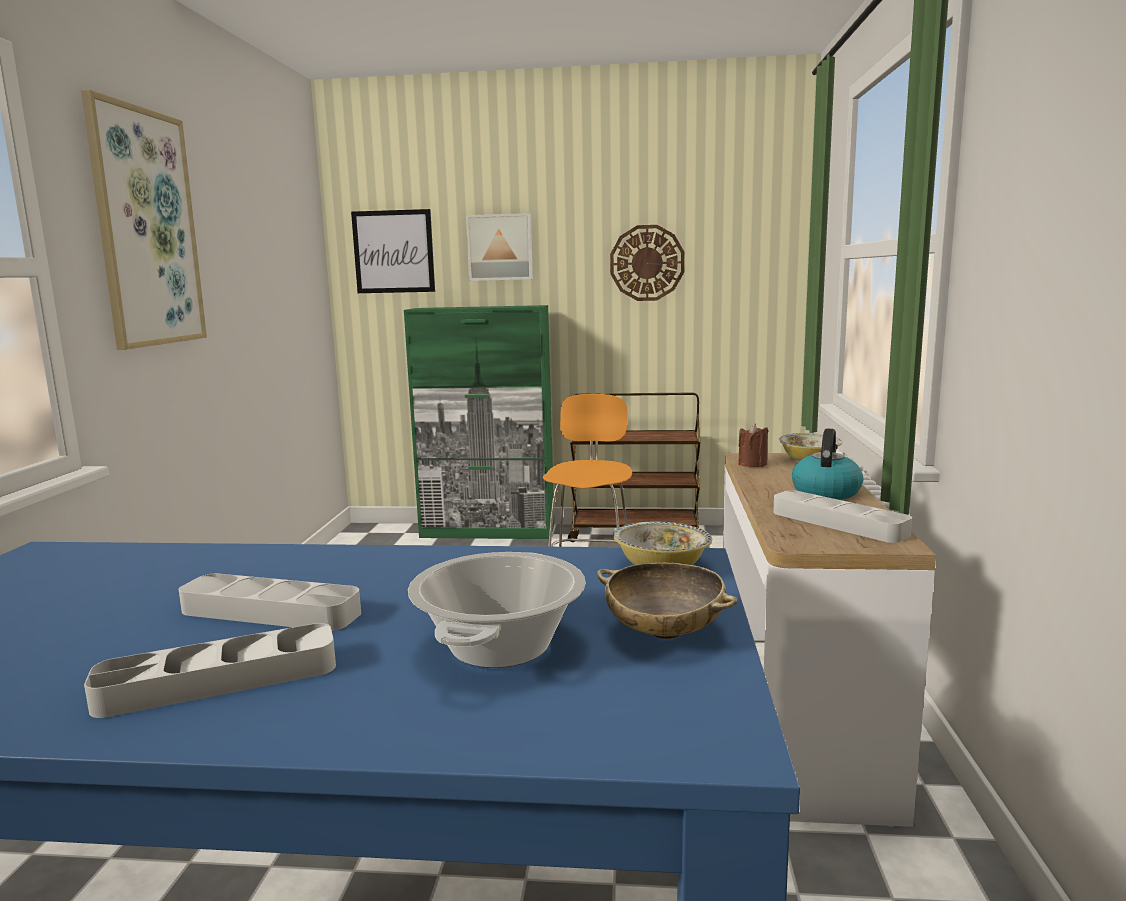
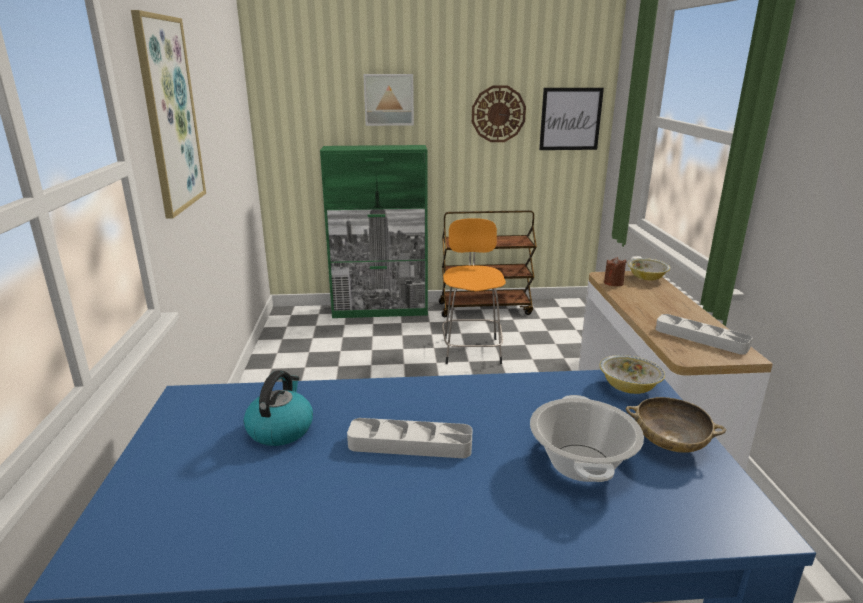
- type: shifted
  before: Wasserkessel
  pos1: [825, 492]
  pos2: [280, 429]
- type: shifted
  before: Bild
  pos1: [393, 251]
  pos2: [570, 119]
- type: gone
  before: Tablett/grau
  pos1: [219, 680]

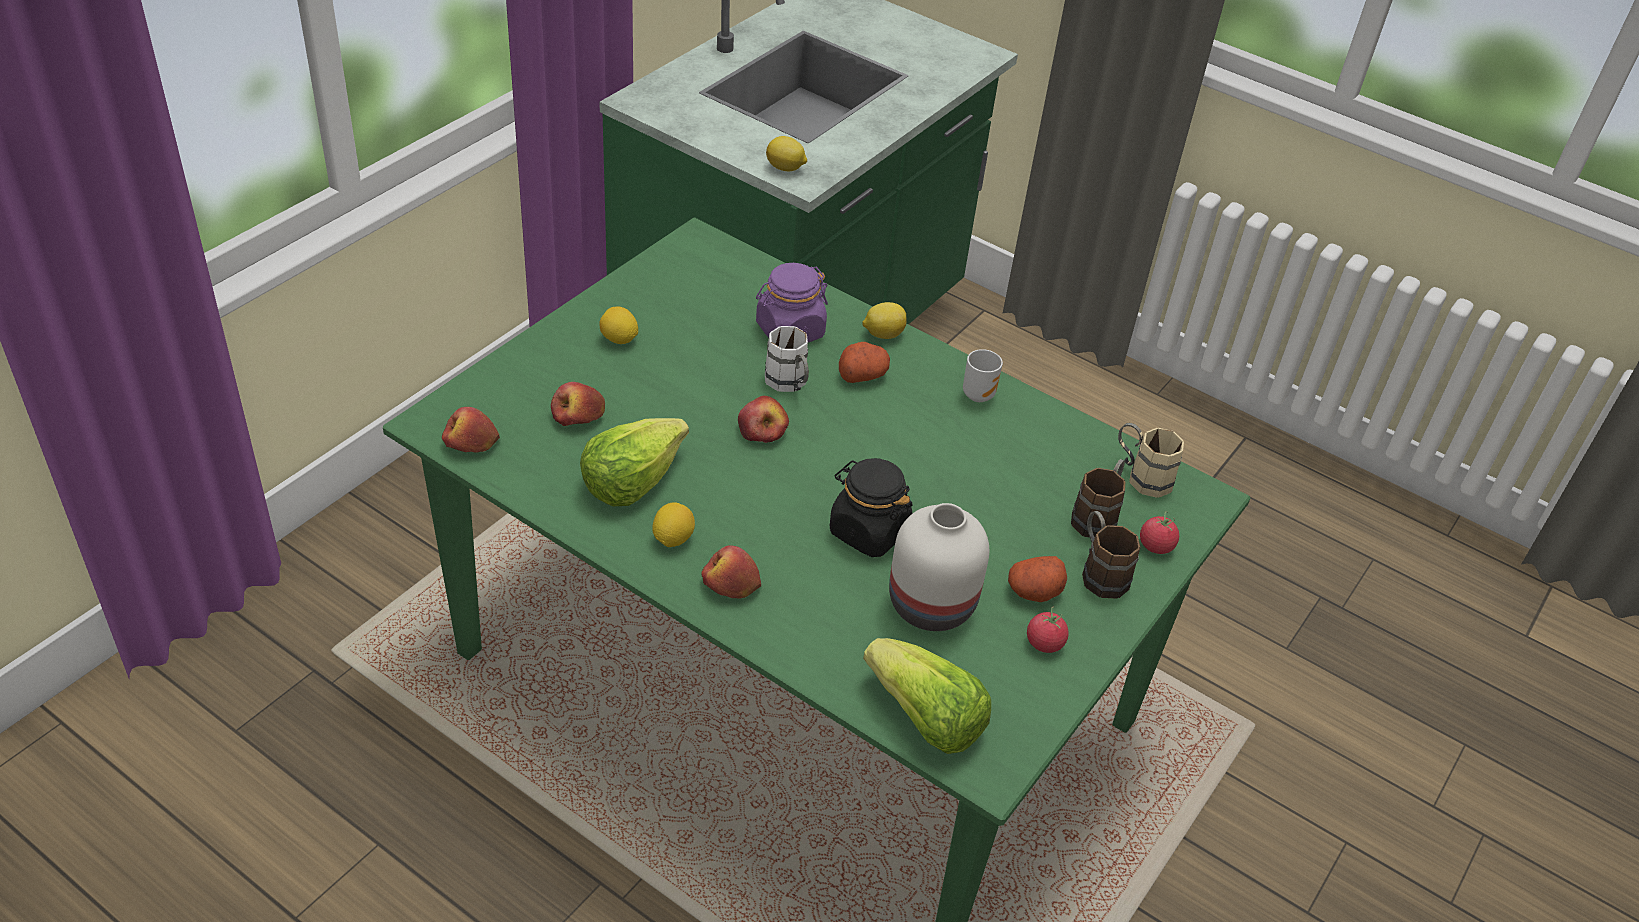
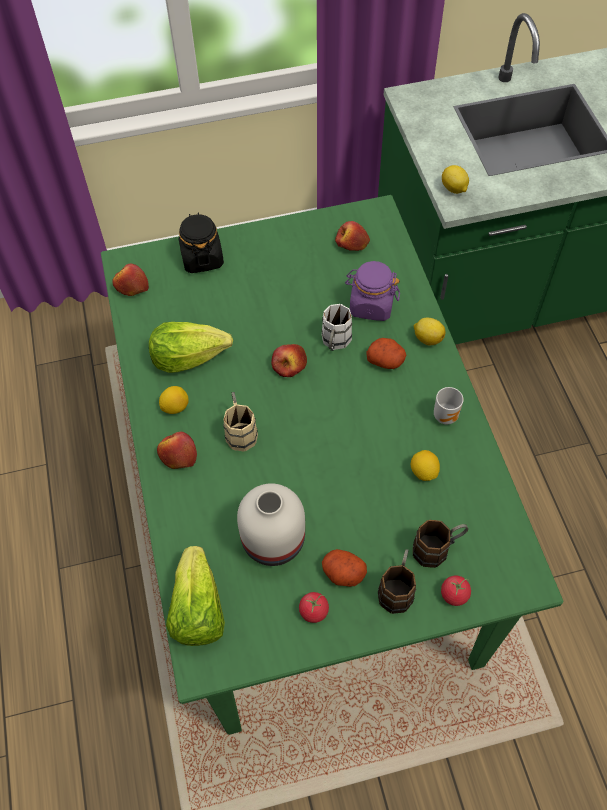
- type: shifted
  before: Vorratsglas/schwarz
  pos1: [868, 531]
  pos2: [202, 258]
- type: shifted
  before: Henkelbecher/beige
  pos1: [1141, 476]
  pos2: [240, 430]
- type: shifted
  before: Apfel
  pos1: [578, 416]
  pos2: [352, 243]
- type: shifted
  before: Zitrone
  pos1: [618, 340]
  pos2: [423, 472]

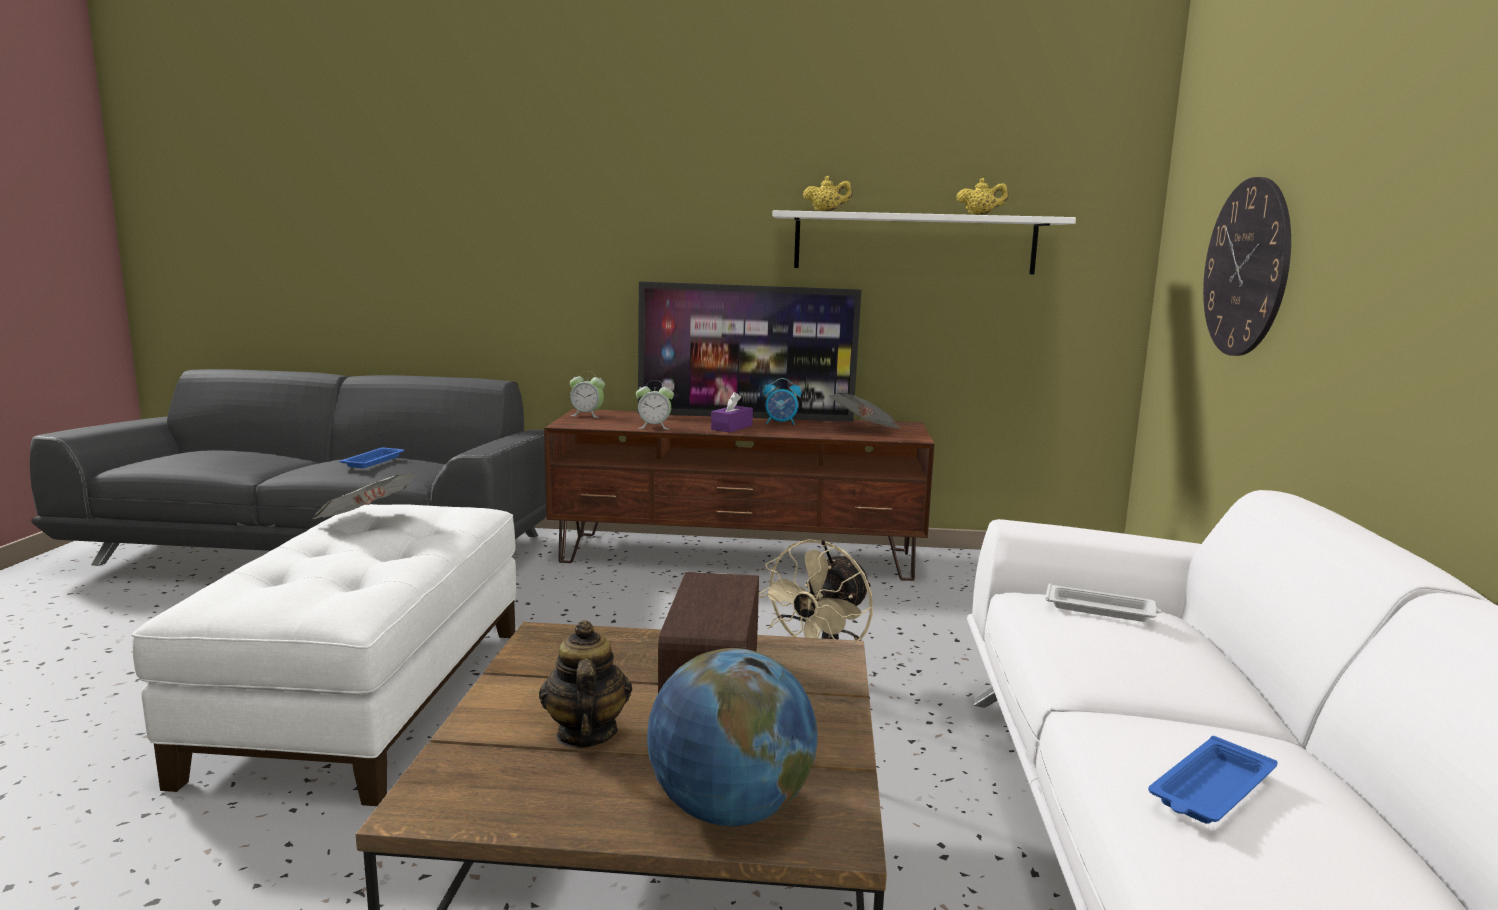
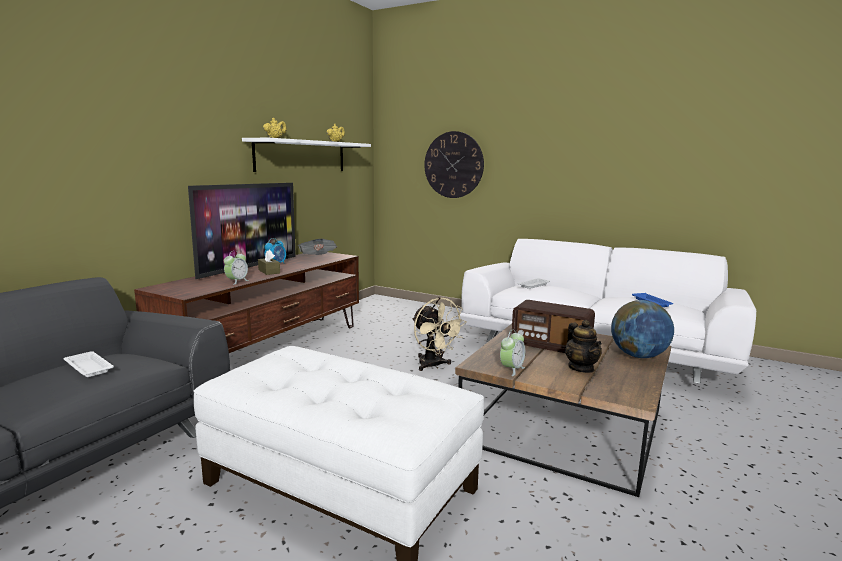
- type: repainted
  before: Tablett/blau
  after: Tablett/weiß
  pos1: [374, 461]
  pos2: [88, 367]
- type: repainted
  before: Taschentuchbox/lila
  after: Taschentuchbox/braun
  pos1: [731, 427]
  pos2: [269, 271]
- type: shifted
  before: Wecker
  pos1: [587, 415]
  pos2: [511, 369]
- type: rotated
  before: Teekanne
  pos1: [585, 734]
  pos2: [581, 368]
  turn: -120
- type: gone
  before: Zeitung
  pos1: [365, 522]

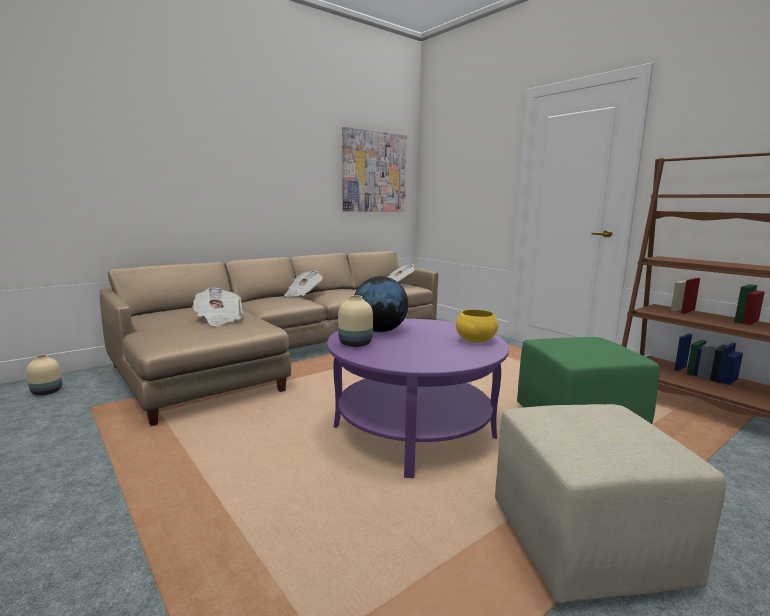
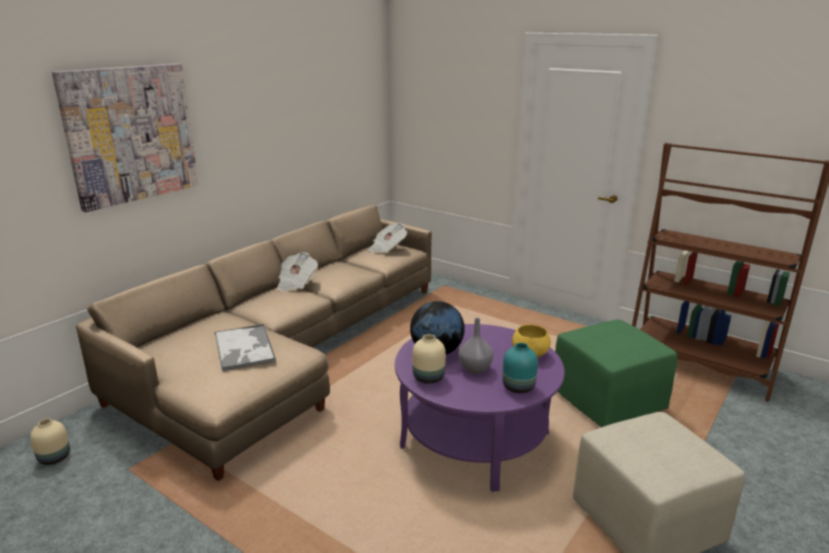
- type: shifted
  before: Bild
  pos1: [374, 172]
  pos2: [131, 134]
- type: swapped
  before: Zeitung
  after: Tablett
  pos1: [218, 319]
  pos2: [244, 348]
- type: new
  after: Vase/grau
  pos2: [475, 368]
- type: new
  after: Vase/türkis
  pos2: [517, 387]

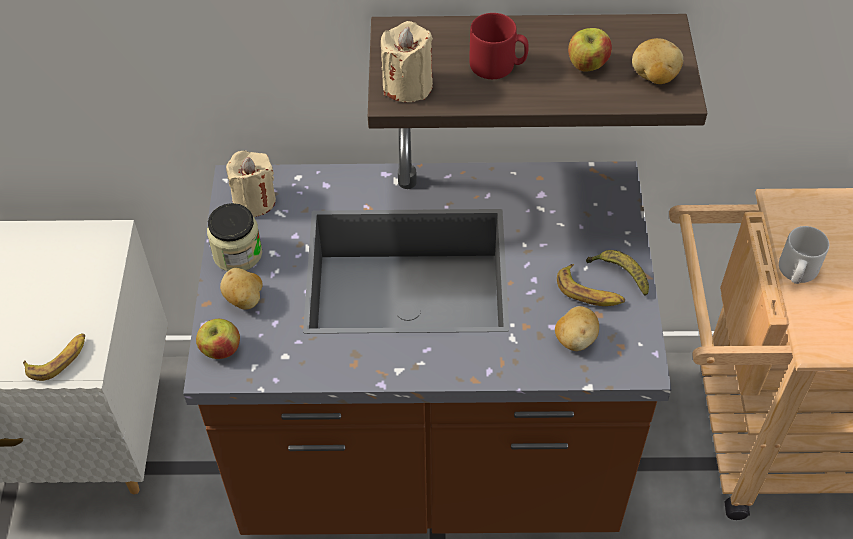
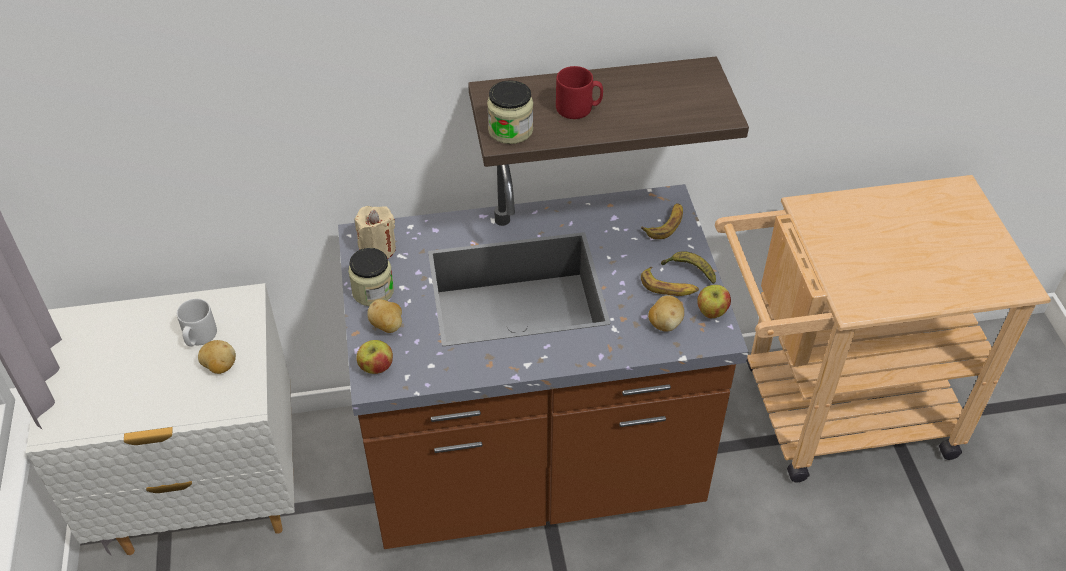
- type: shifted
  before: Henkelbecher/grau
  pos1: [796, 272]
  pos2: [199, 337]
- type: shifted
  before: Kartoffel
  pos1: [654, 77]
  pos2: [219, 366]
- type: swapped
  before: Kerze/beige
  after: Vorratsglas
  pos1: [407, 85]
  pos2: [510, 130]
- type: shifted
  before: Banane
  pos1: [59, 359]
  pos2: [665, 224]
- type: shifted
  before: Apfel
  pos1: [587, 65]
  pos2: [712, 312]

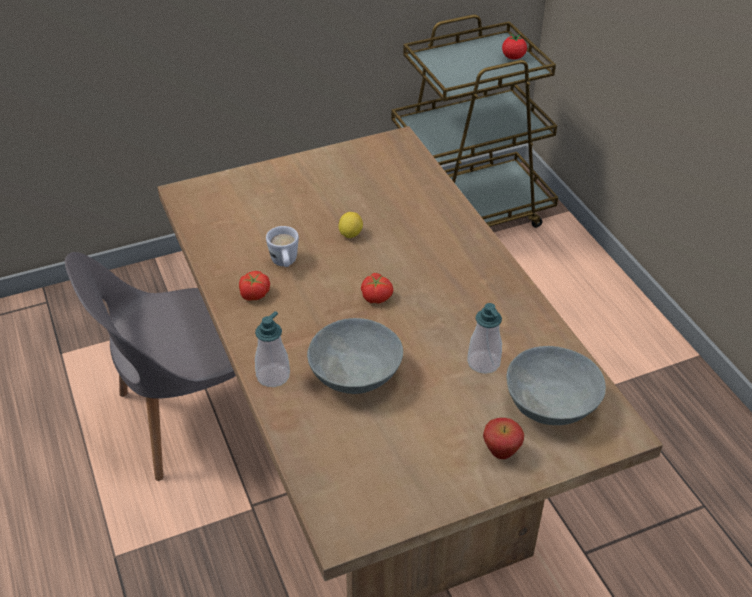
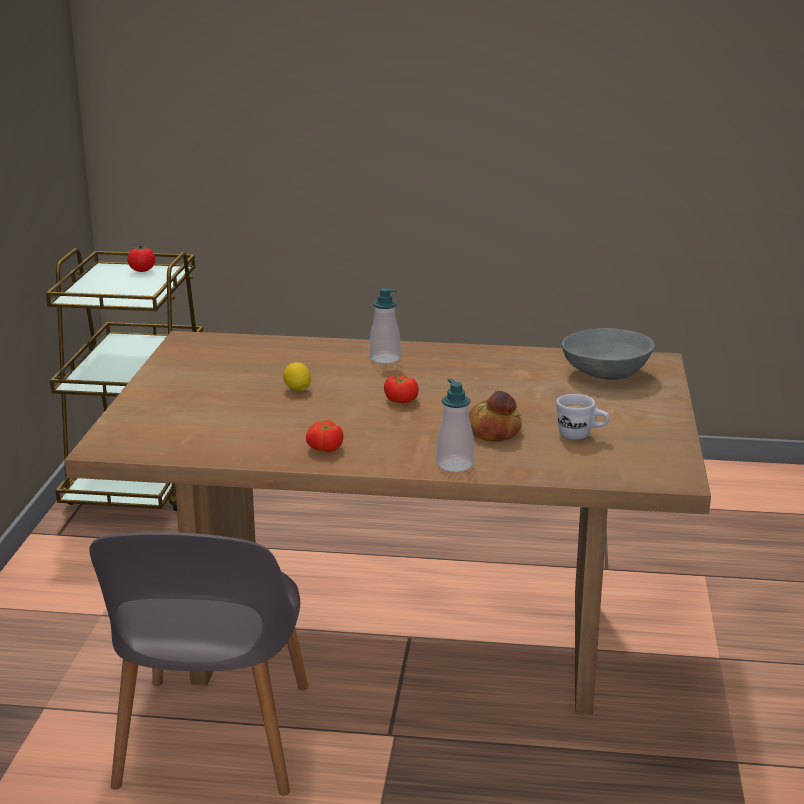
- type: shifted
  before: Seifenspender
  pos1: [483, 362]
  pos2: [385, 358]
- type: swapped
  before: Schüssel/grau
  after: Brot
  pos1: [356, 375]
  pos2: [494, 431]
- type: shifted
  before: Henkelbecher/weiß
  pos1: [285, 263]
  pos2: [581, 436]
- type: gone
  before: Apfel
  pos1: [501, 453]

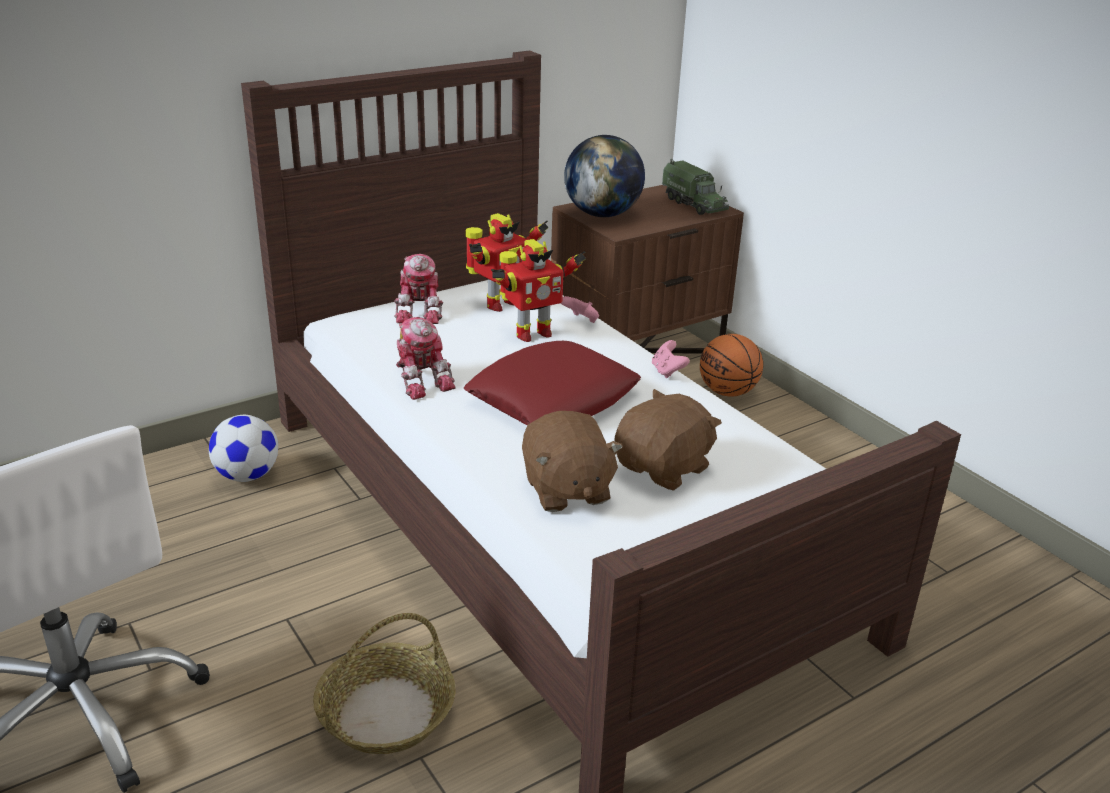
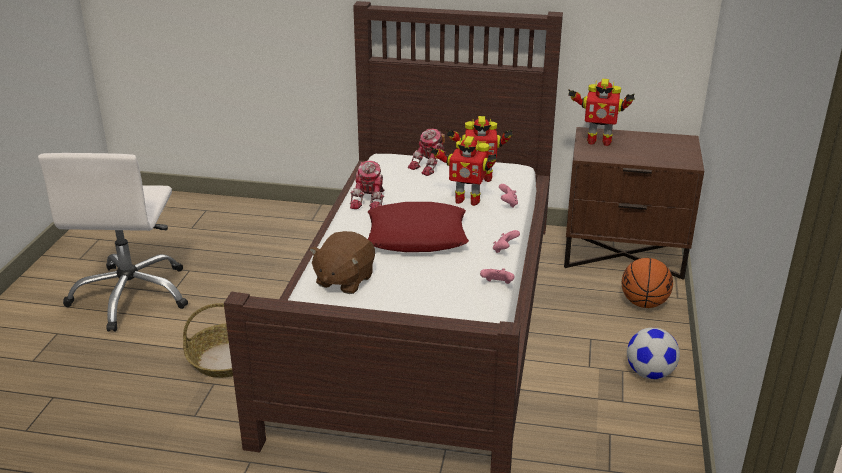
- type: new
  after: Gamepad/rosa
  pos2: [497, 284]
- type: swapped
  before: Globus
  after: Spielzeugroboter
  pos1: [602, 214]
  pos2: [598, 141]
- type: shifted
  before: Fußball
  pos1: [248, 475]
  pos2: [650, 373]
- type: gone
  before: Plüschtier/braun
  pos1: [664, 468]
- type: gone
  before: Spielzeuglaster
  pos1: [694, 204]

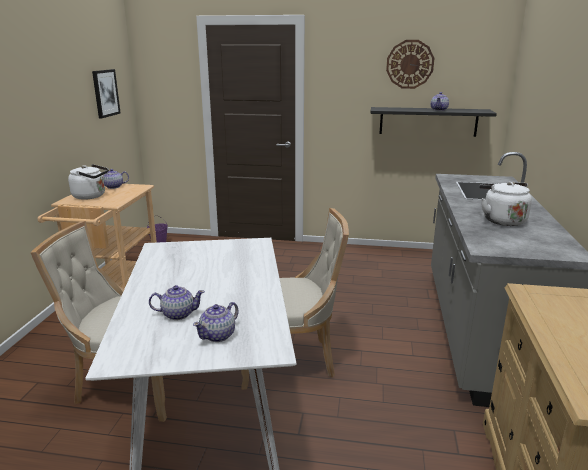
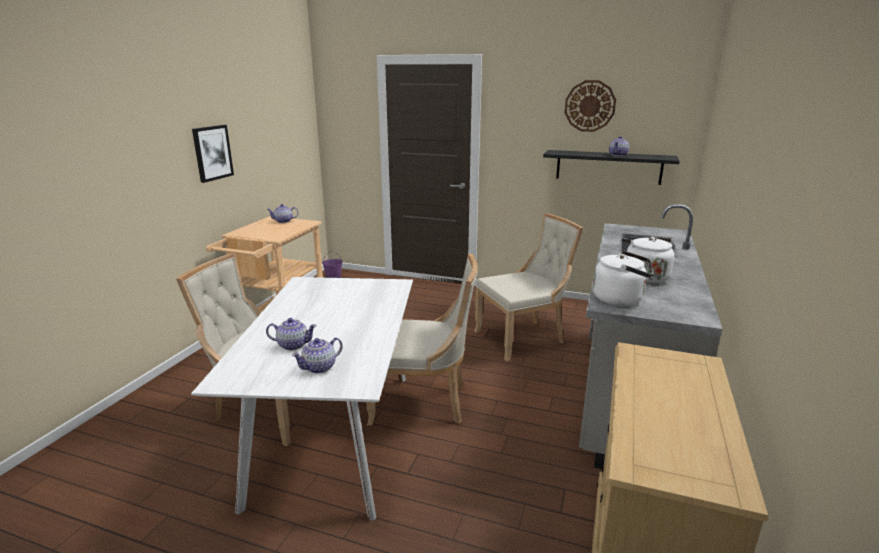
- type: shifted
  before: Bild
  pos1: [105, 93]
  pos2: [212, 153]
- type: new
  after: Stuhl/beige
  pos2: [523, 338]
- type: shifted
  before: Wasserkessel/weiß
  pos1: [91, 196]
  pos2: [620, 299]

